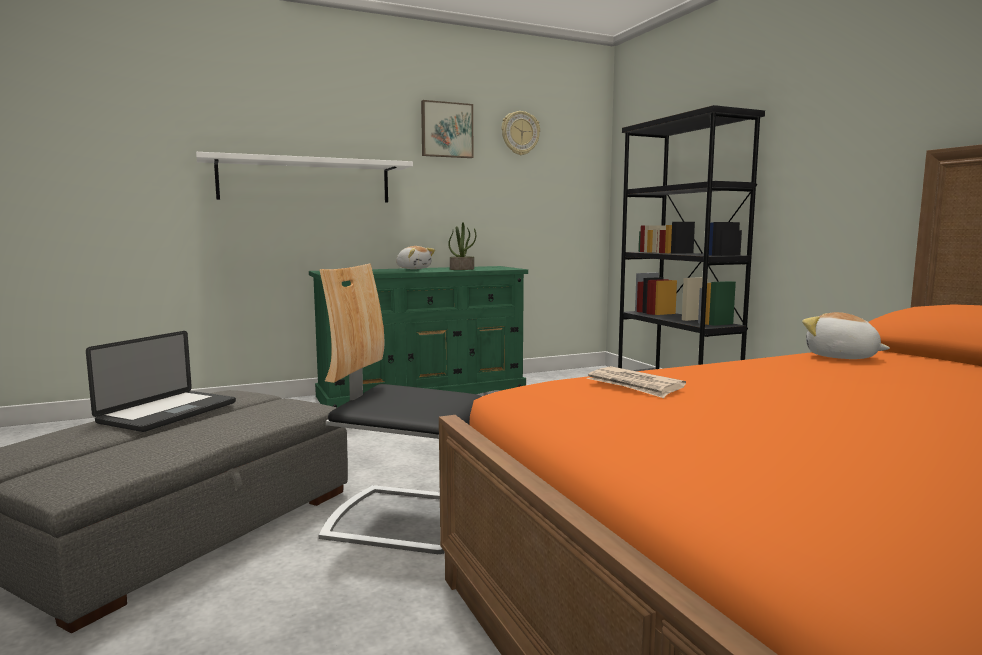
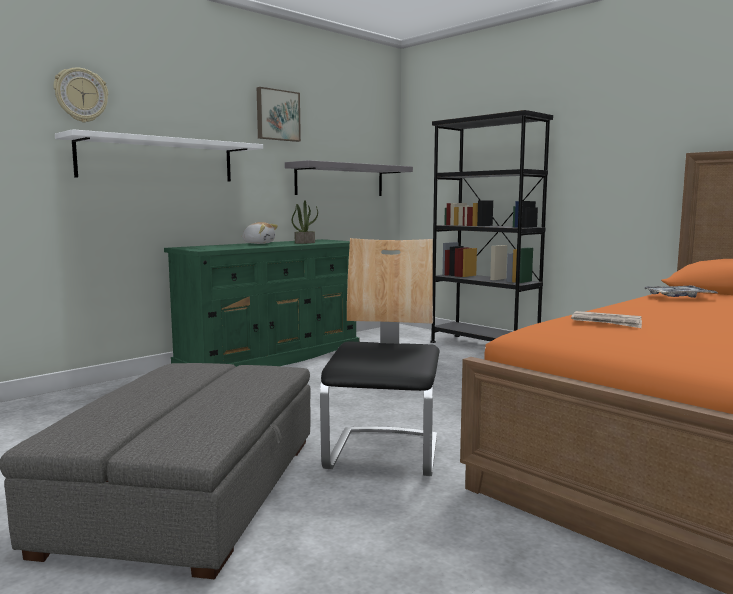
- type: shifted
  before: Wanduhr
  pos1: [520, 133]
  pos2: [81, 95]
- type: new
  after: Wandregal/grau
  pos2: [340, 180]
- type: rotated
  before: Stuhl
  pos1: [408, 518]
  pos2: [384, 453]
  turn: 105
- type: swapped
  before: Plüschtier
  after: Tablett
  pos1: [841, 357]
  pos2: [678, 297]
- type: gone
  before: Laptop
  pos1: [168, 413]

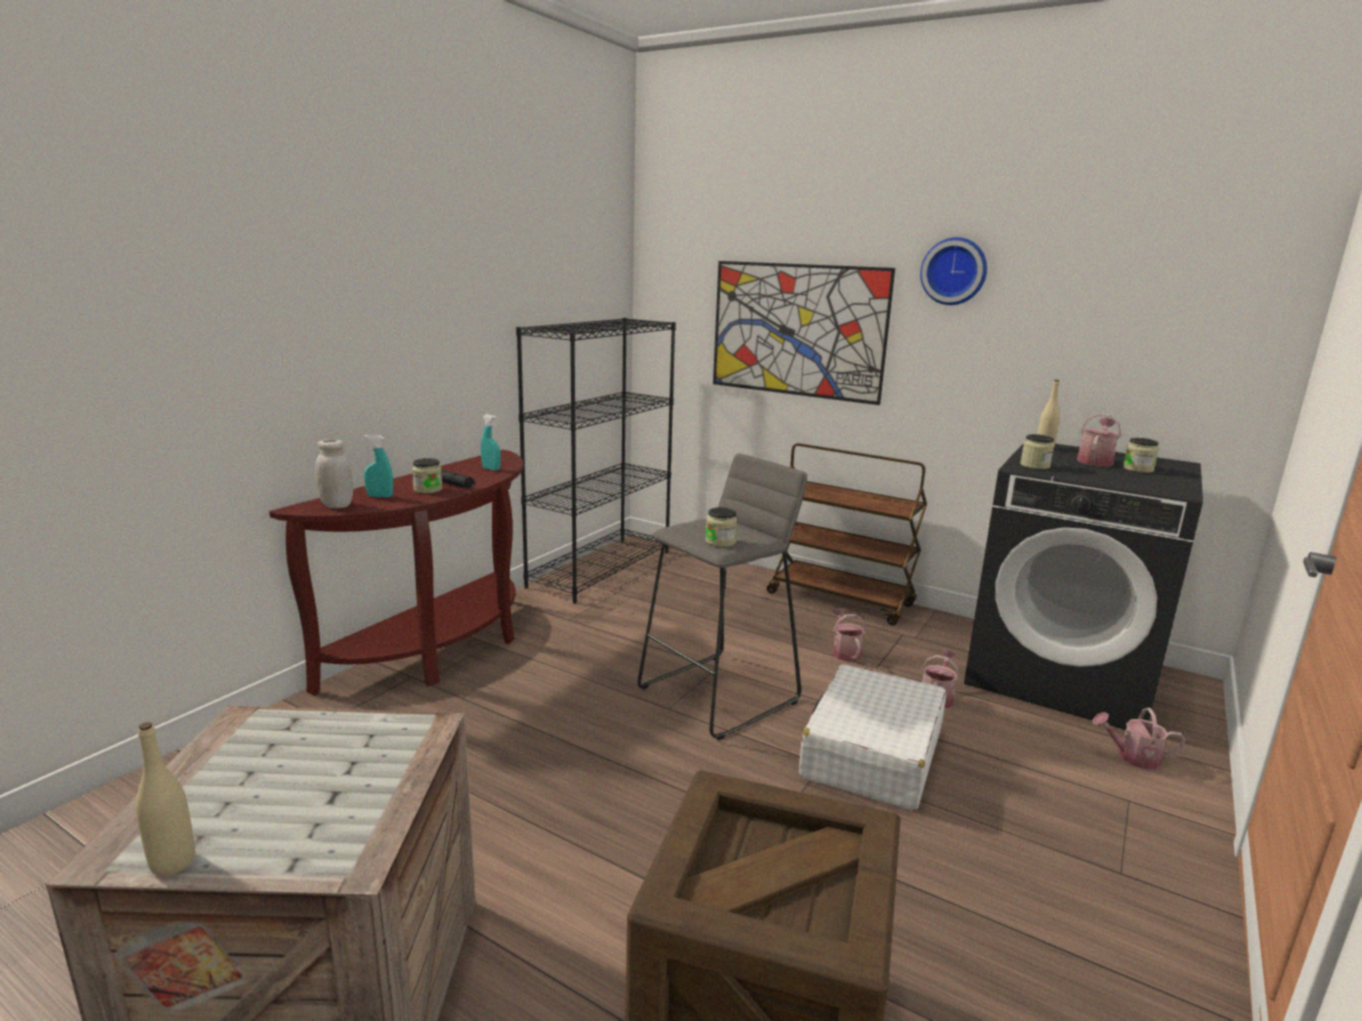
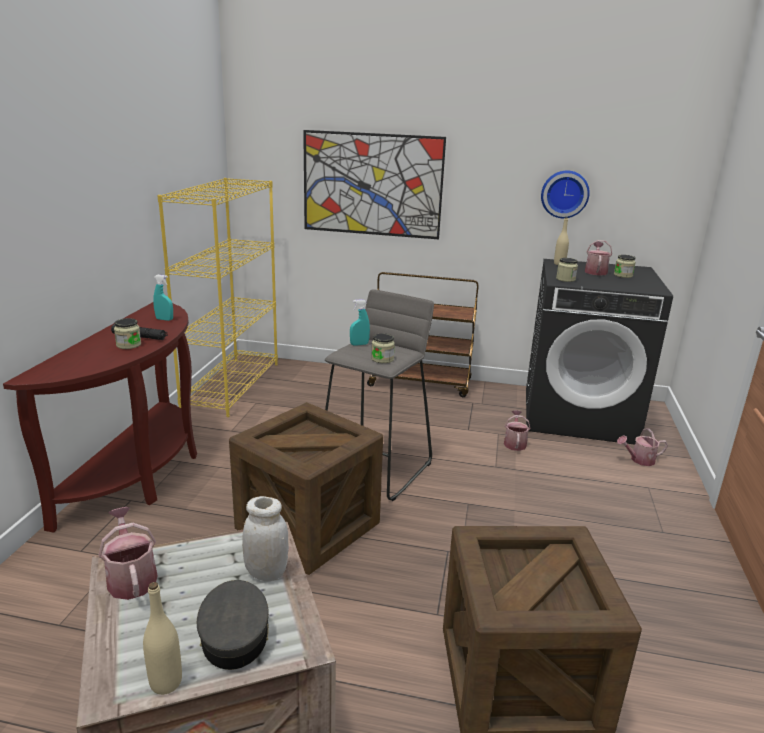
- type: shifted
  before: Gießkanne
  pos1: [845, 651]
  pos2: [131, 577]
- type: repainted
  before: Bücherregal/schwarz
  after: Bücherregal/gelb
  pos1: [600, 568]
  pos2: [232, 385]
- type: new
  after: Kappe/grau
  pos2: [235, 634]
- type: new
  after: Kiste
  pos2: [308, 526]
- type: shifted
  before: Vorratsglas/weiß
  pos1: [337, 505]
  pos2: [266, 572]
- type: shifted
  before: Sprühflasche/türkis
  pos1: [380, 496]
  pos2: [359, 344]
- type: shifted
  before: Wanduhr
  pos1: [954, 271]
  pos2: [564, 194]
- type: gone
  before: Koffer/weiß
  pos1: [871, 754]

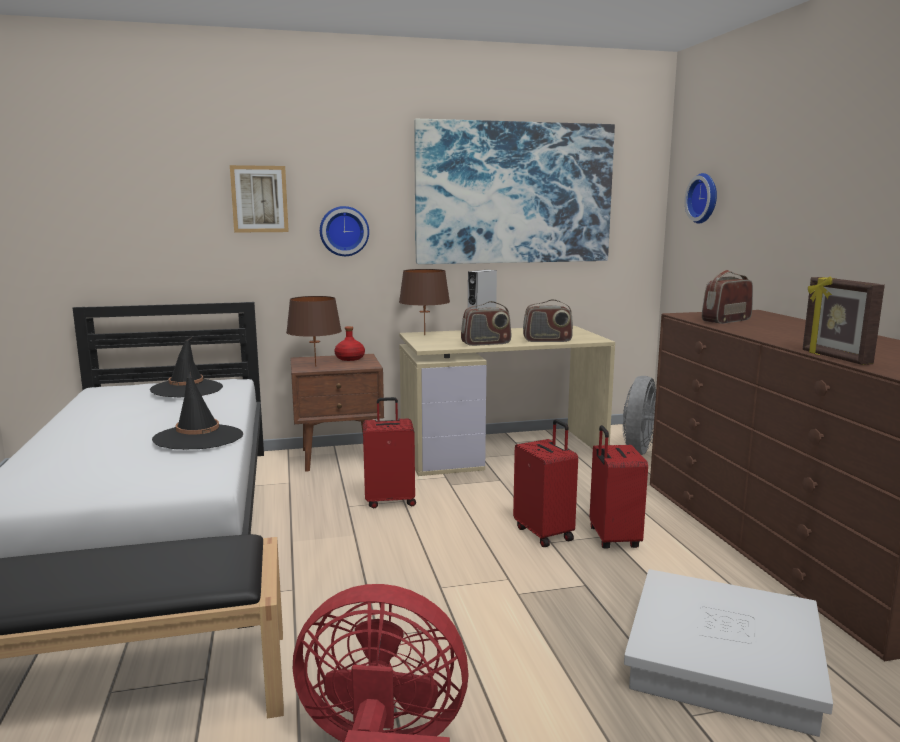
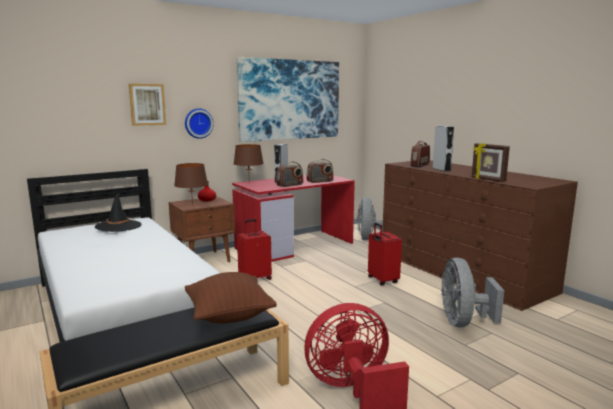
- type: new
  after: Kissen/braun
  pos2: [229, 315]
- type: repainted
  before: Schreibtisch/beige
  after: Schreibtisch/rot
  pos1: [502, 450]
  pos2: [294, 245]
- type: new
  after: Lautsprecher/grau
  pos2: [441, 169]
- type: swapped
  before: Aufbewahrungsbox/weiß
  after: Ventilator/grau
  pos1: [723, 660]
  pos2: [463, 322]
- type: gone
  before: Hut/schwarz
  pos1: [198, 438]
- type: gone
  before: Koffer/rot
  pos1: [545, 533]
- type: gone
  before: Wanduhr
  pos1: [704, 198]

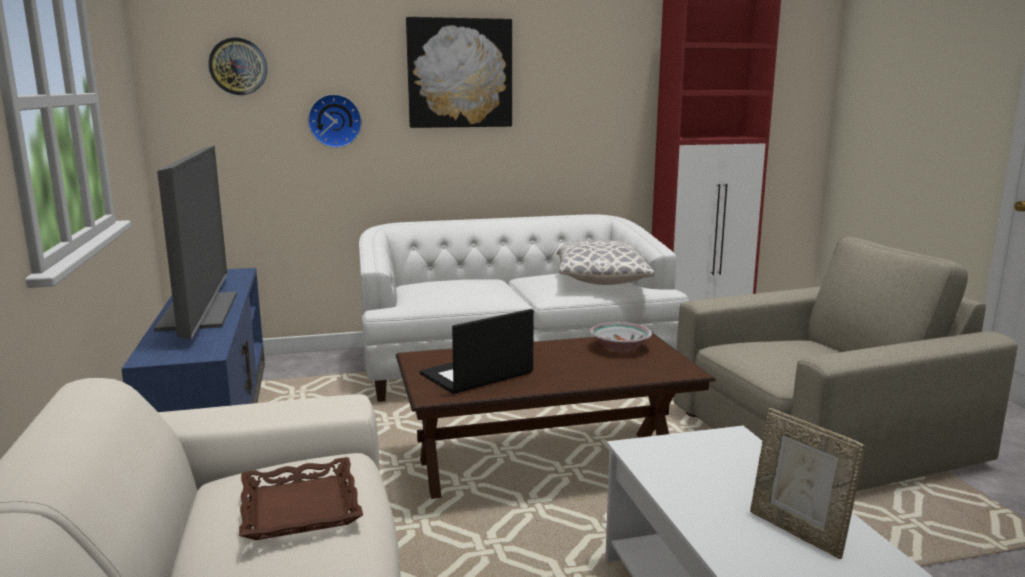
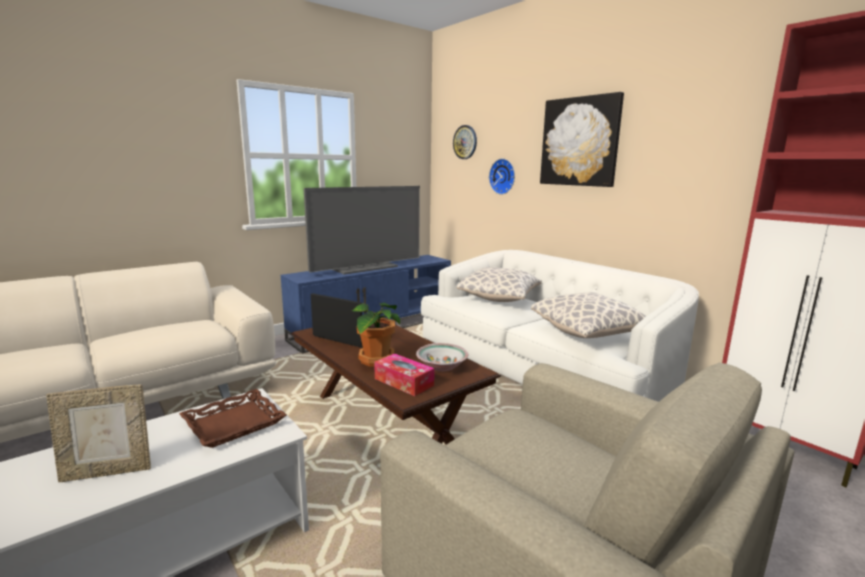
- type: rotated
  before: Bilderrahmen
  pos1: [798, 532]
  pos2: [108, 471]
  turn: -135
- type: shifted
  before: Tablett/braun
  pos1: [299, 507]
  pos2: [234, 423]
- type: new
  after: Topfpflanze
  pos2: [375, 360]
- type: new
  after: Taschentuchbox
  pos2: [404, 382]
- type: new
  after: Kissen
  pos2: [499, 298]

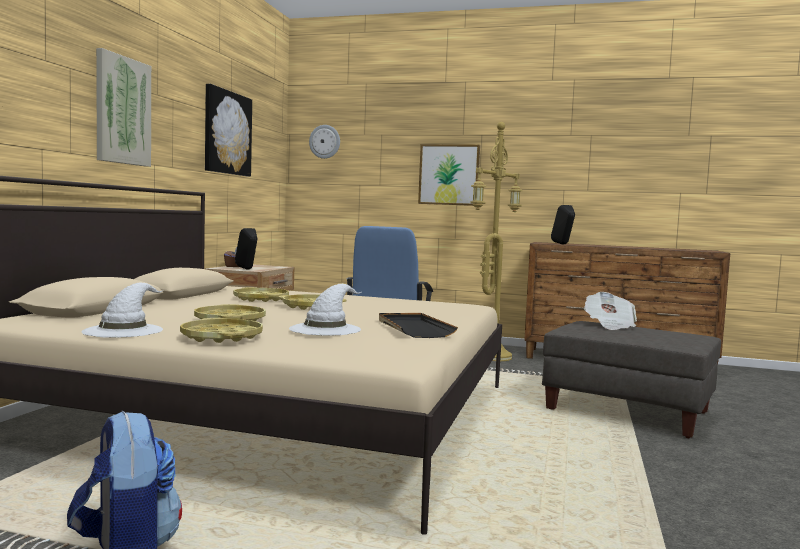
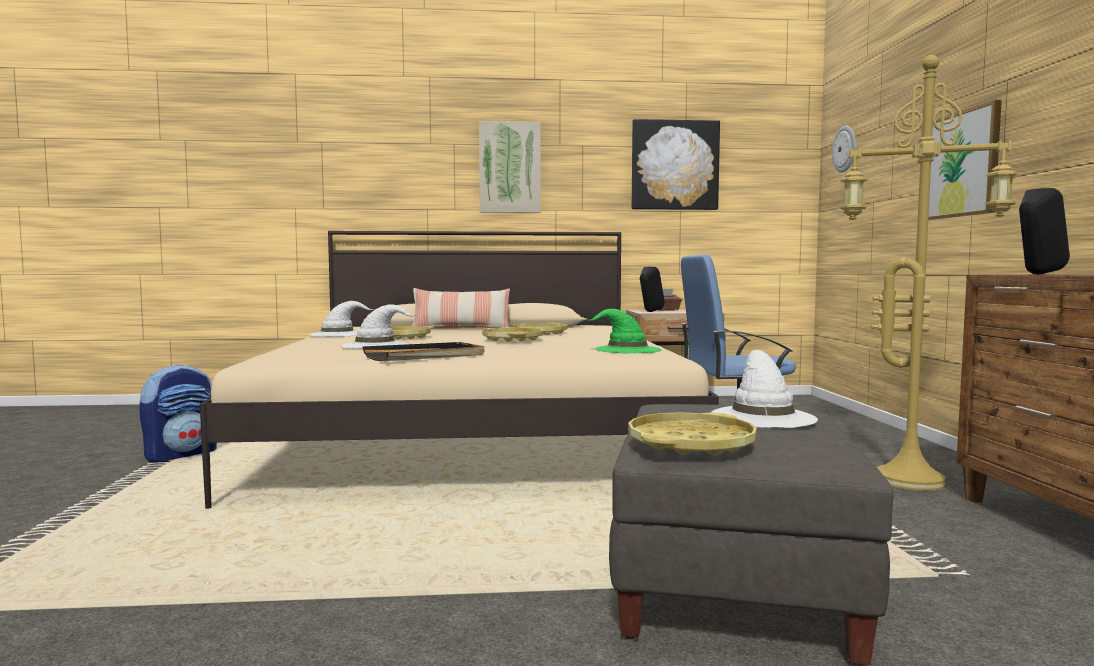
- type: new
  after: Kissen
  pos2: [461, 329]
- type: new
  after: Hut/grün
  pos2: [626, 349]
- type: shifted
  before: Tablett/gelb
  pos1: [222, 337]
  pos2: [690, 444]
- type: swapped
  before: Zeitung
  after: Hut/weiß
  pos1: [609, 325]
  pos2: [762, 416]

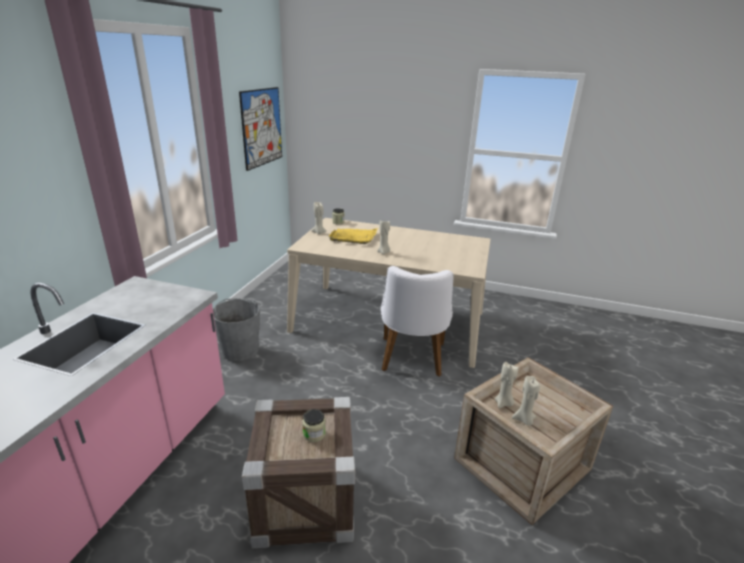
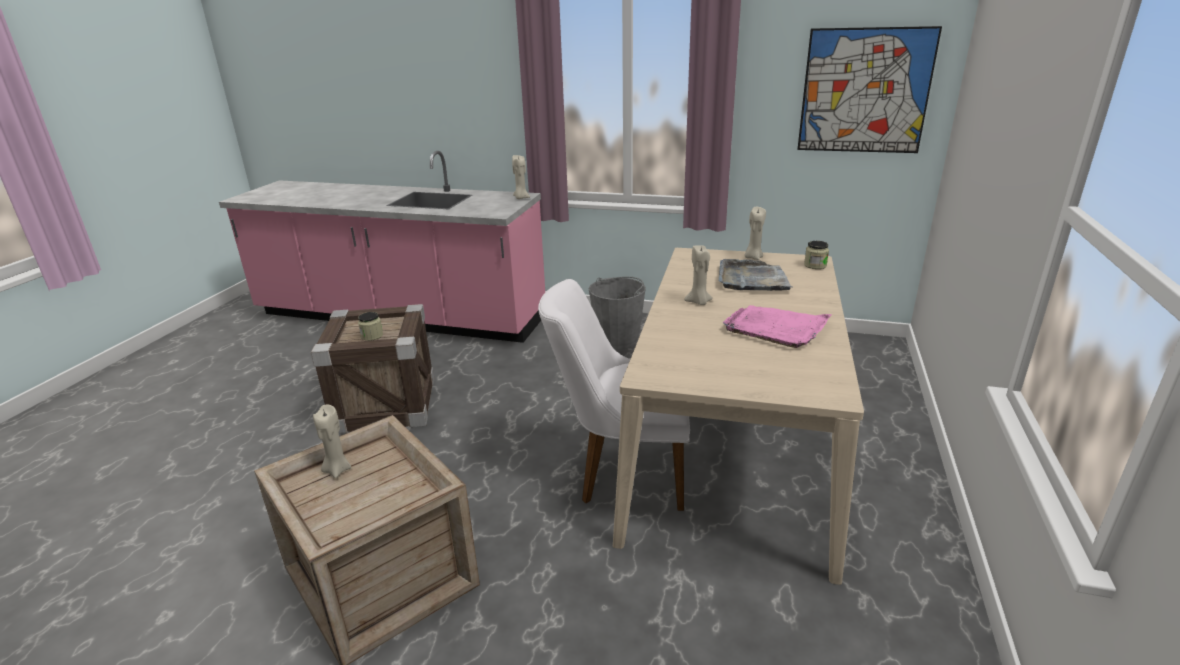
- type: shifted
  before: Kerze/beige
  pos1: [503, 403]
  pos2: [521, 198]
- type: repainted
  before: Tablett/gelb
  after: Tablett/grau
  pos1: [353, 237]
  pos2: [752, 279]
- type: new
  after: Tablett/rosa
  pos2: [776, 328]

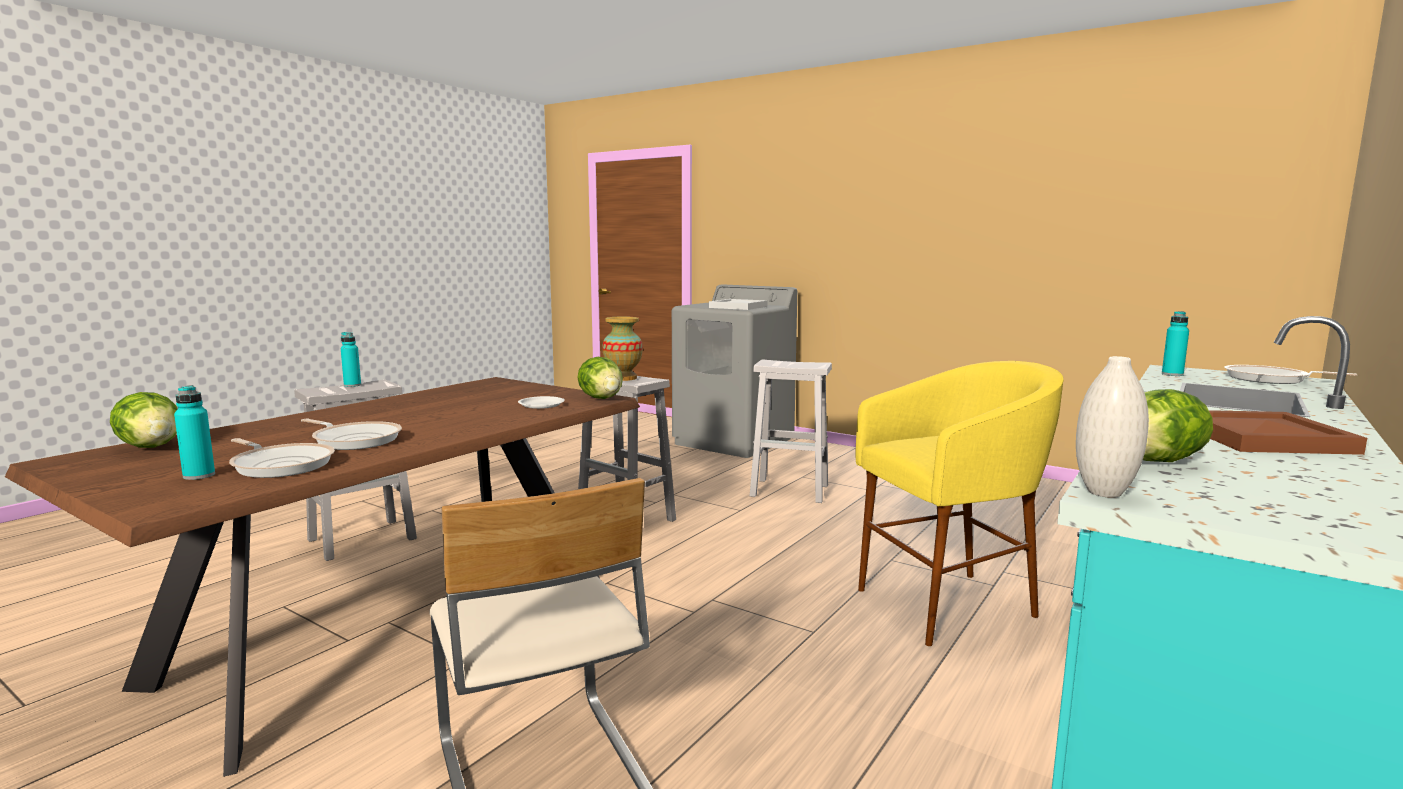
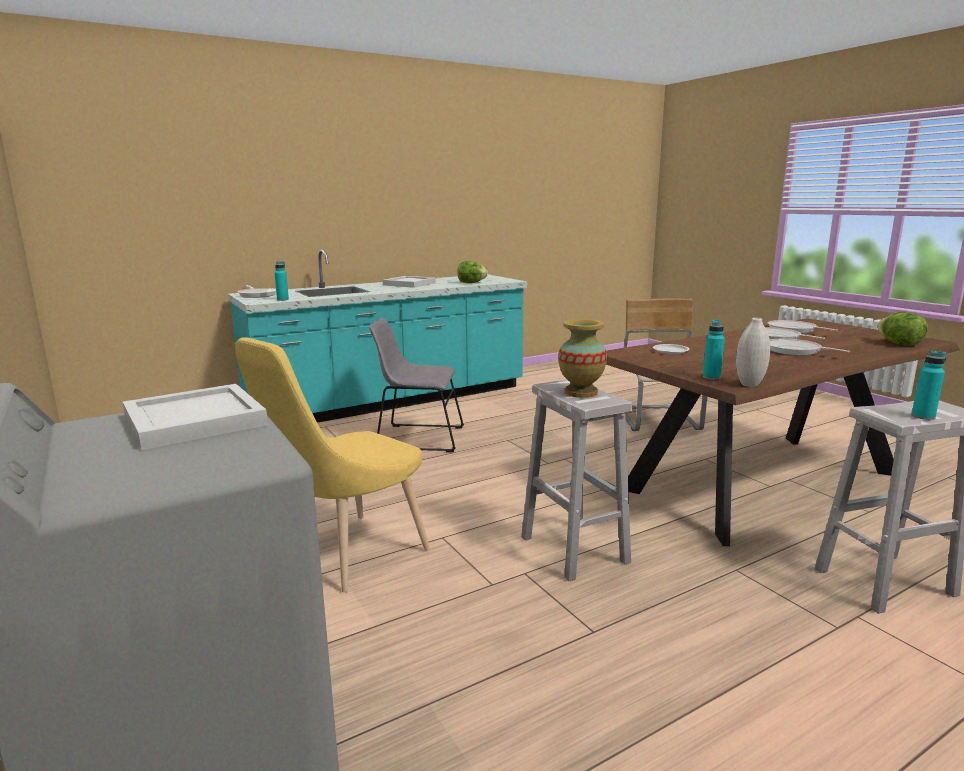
- type: swapped
  before: Hocker/weiß
  after: Stuhl/gelb
  pos1: [791, 491]
  pos2: [347, 556]
- type: swapped
  before: Hocker/gelb
  after: Stuhl/grau
  pos1: [948, 605]
  pos2: [417, 438]
- type: repainted
  before: Tablett/braun
  after: Tablett/weiß
  pos1: [1266, 438]
  pos2: [409, 284]
- type: shifted
  before: Flasche/türkis
  pos1: [199, 476]
  pos2: [711, 377]
- type: shifted
  before: Vase/weiß
  pos1: [1104, 493]
  pos2: [749, 385]
- type: new
  after: Pfanne
  pos2: [795, 351]
- type: gone
  before: Salatkopf
  pos1: [602, 398]

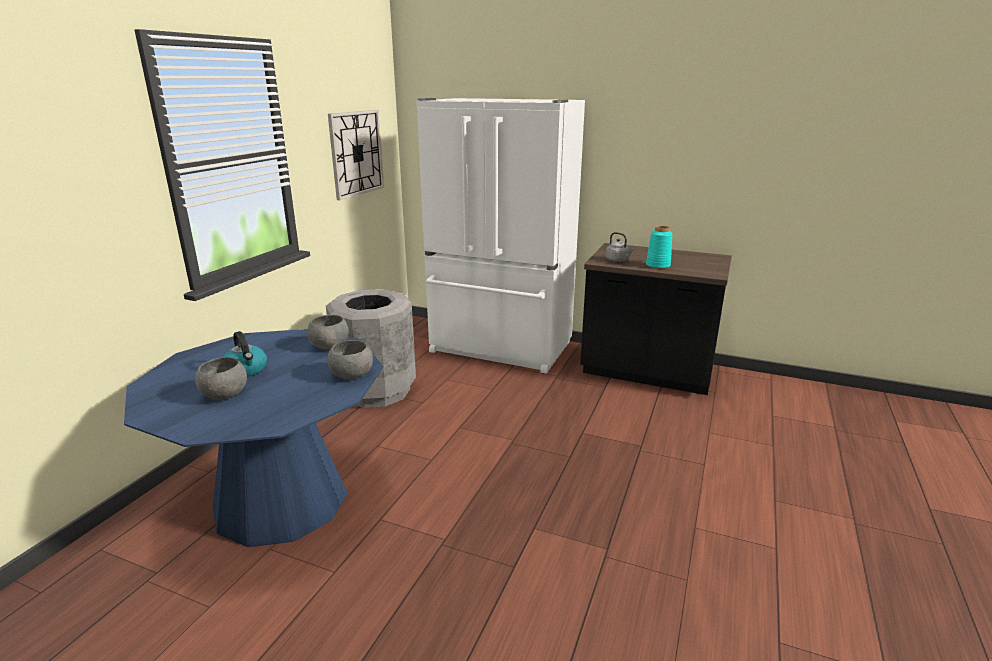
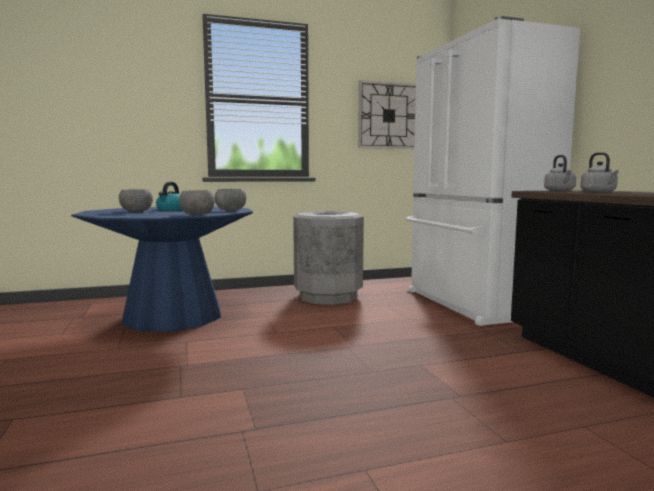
- type: swapped
  before: Vase/türkis
  after: Wasserkessel/grau
  pos1: [658, 265]
  pos2: [599, 192]

